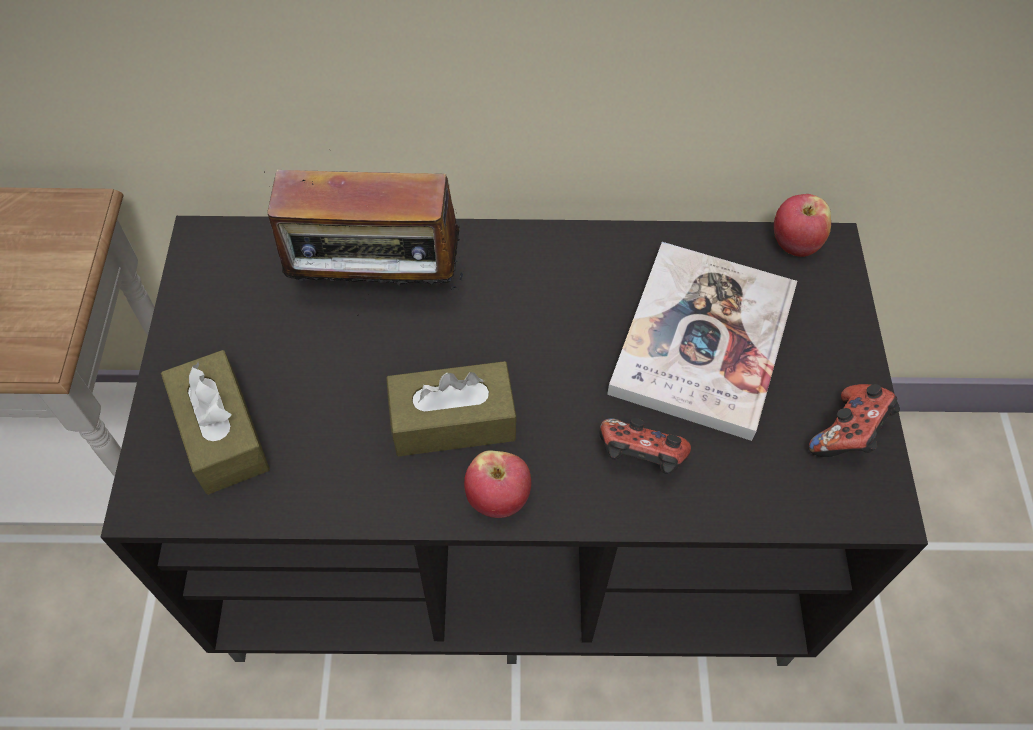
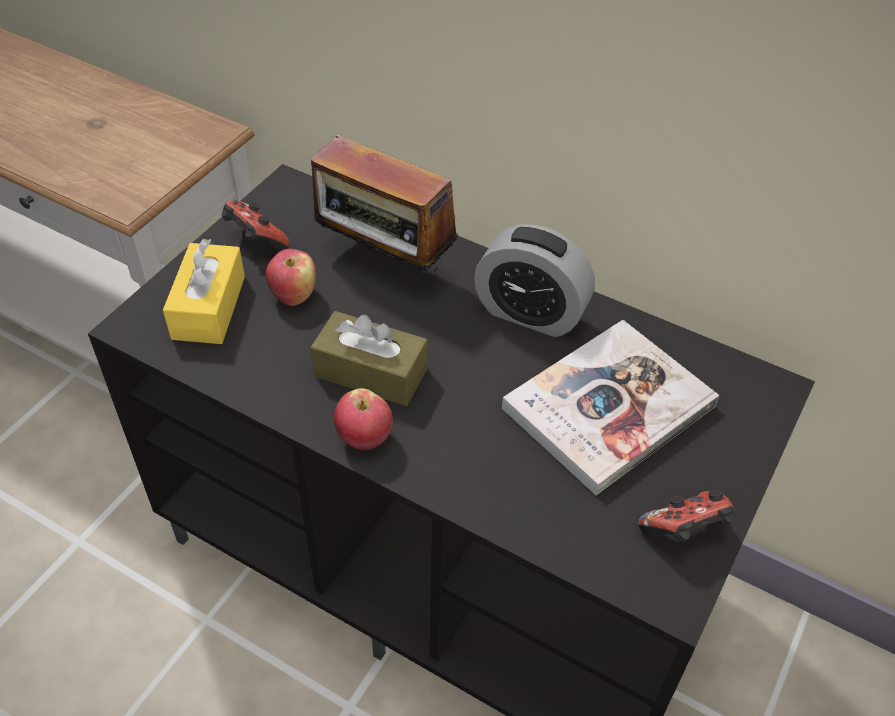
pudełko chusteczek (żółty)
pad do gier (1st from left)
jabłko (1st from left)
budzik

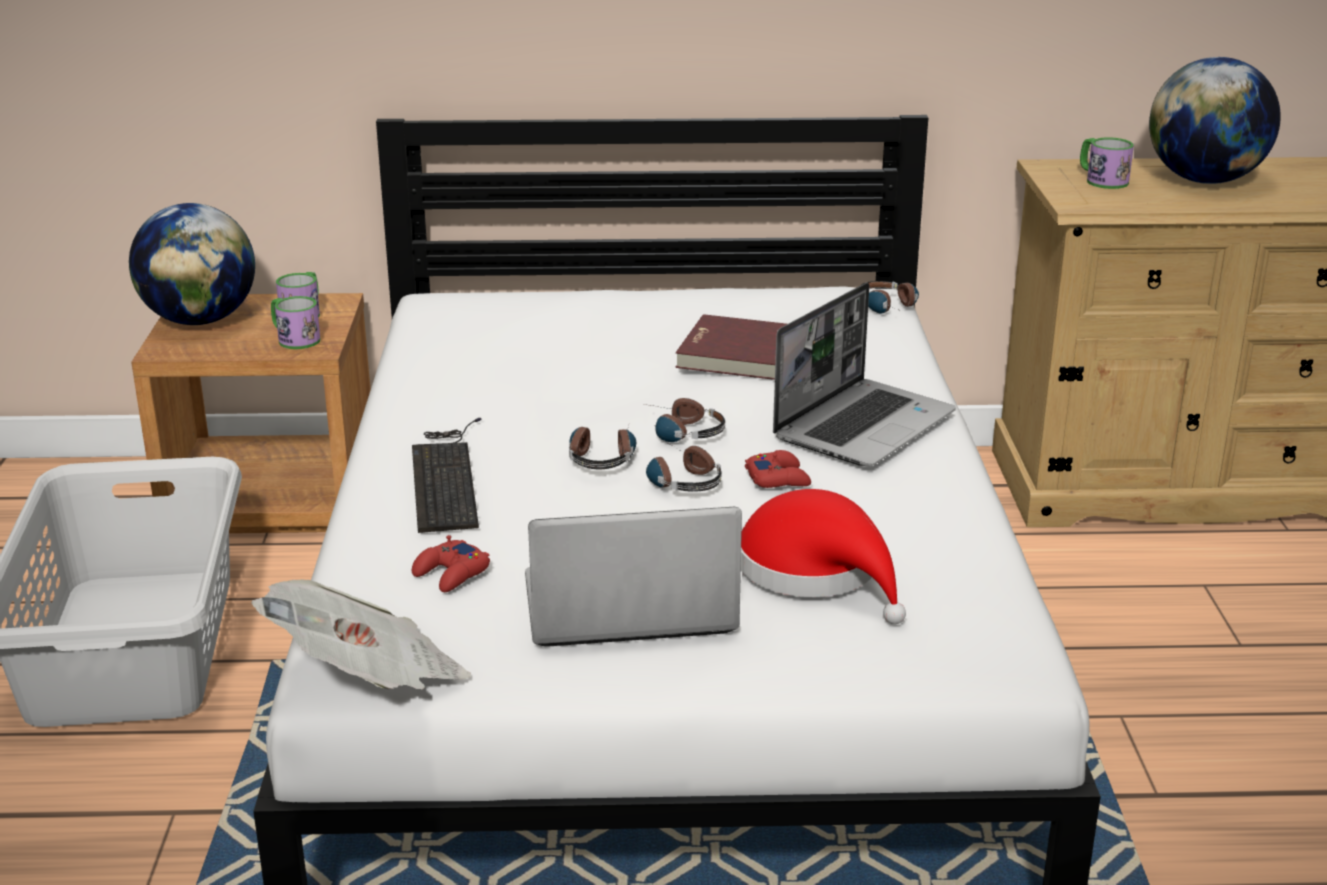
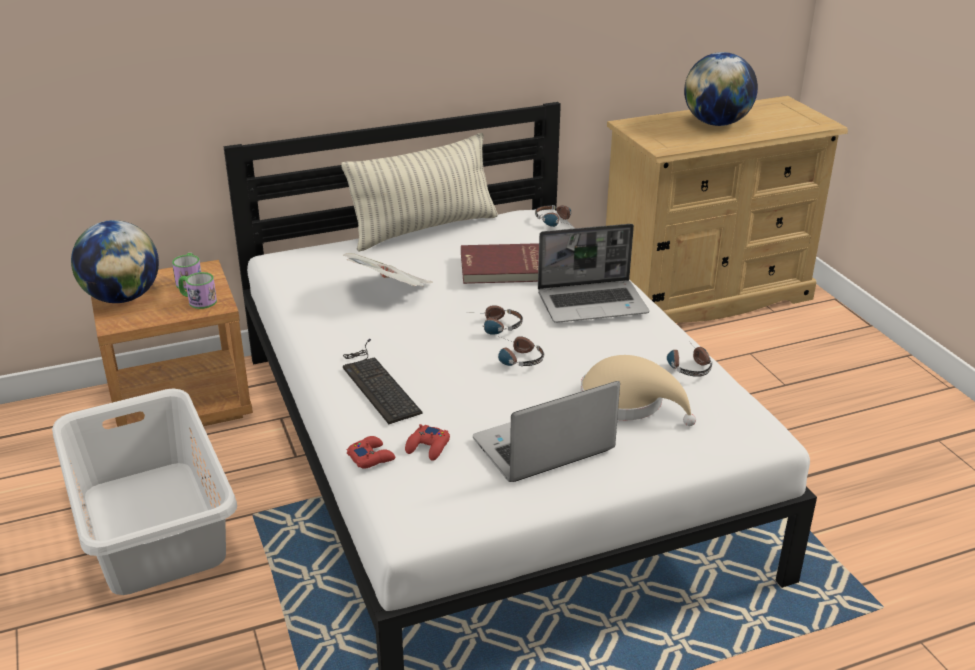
gazeta
słuchawki (4th from left)
kapelusz (beżowy)
pad do gier (czerwony) (1st from left)
laptop (2nd from left)
kubek (3rd from left in the first image)
poduszka

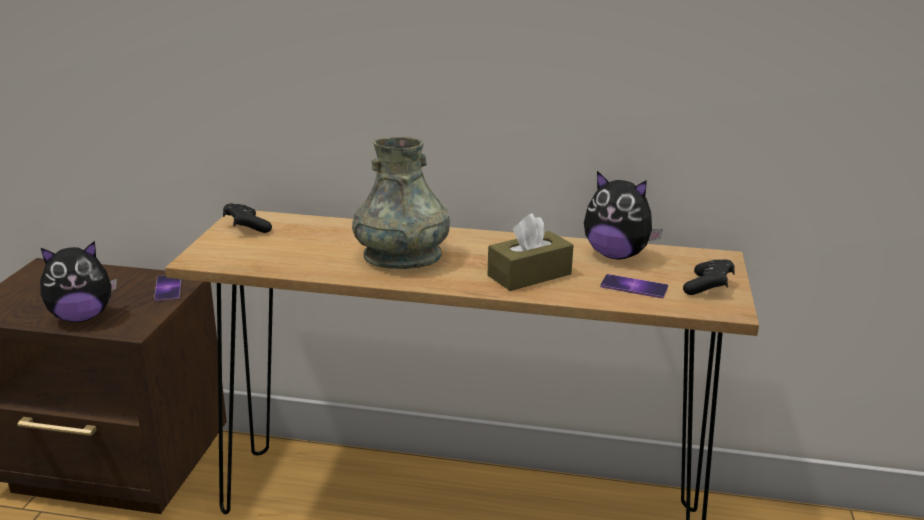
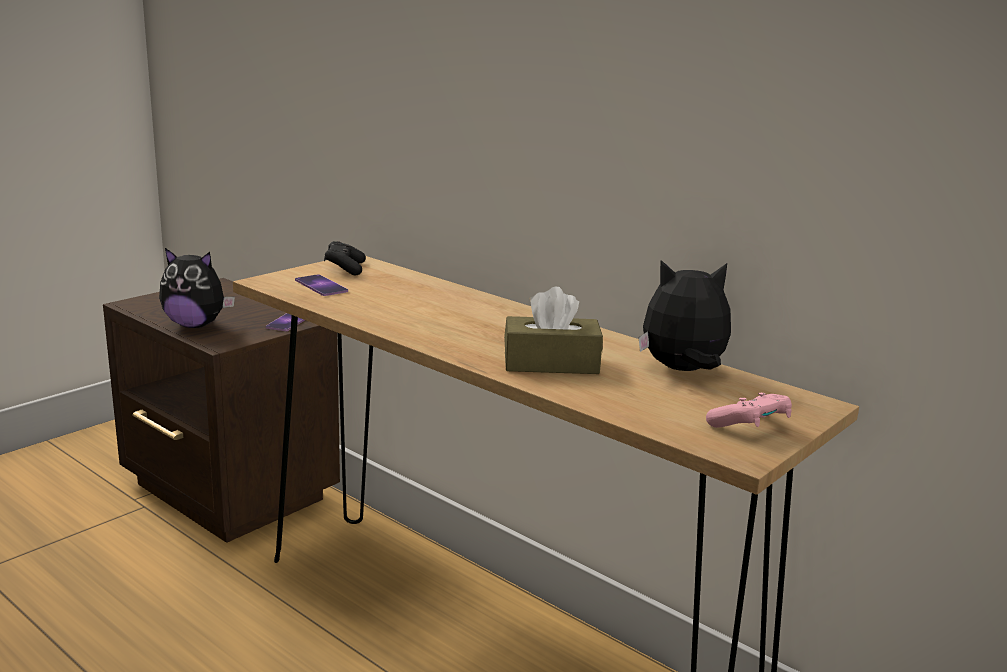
wazon (szary)
pluszak (2nd from left)
telefon (2nd from left)
pad do gier (różowy)

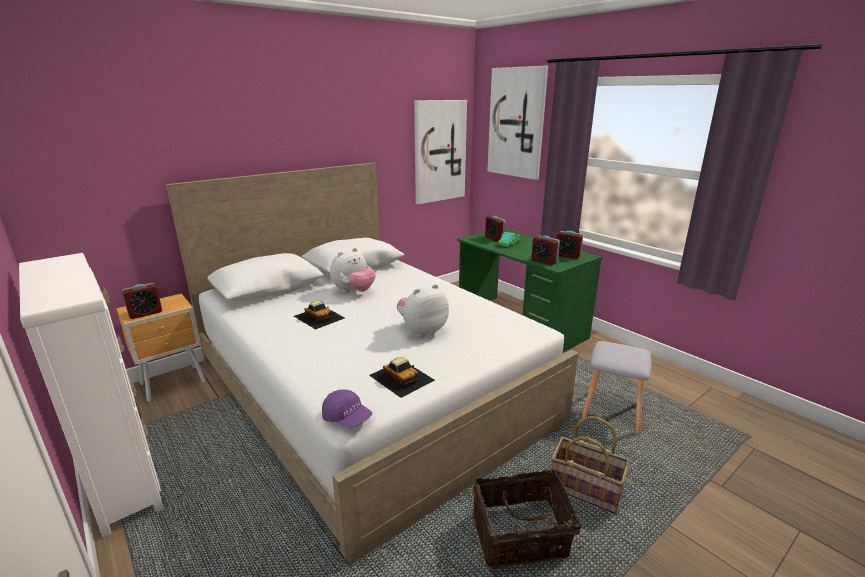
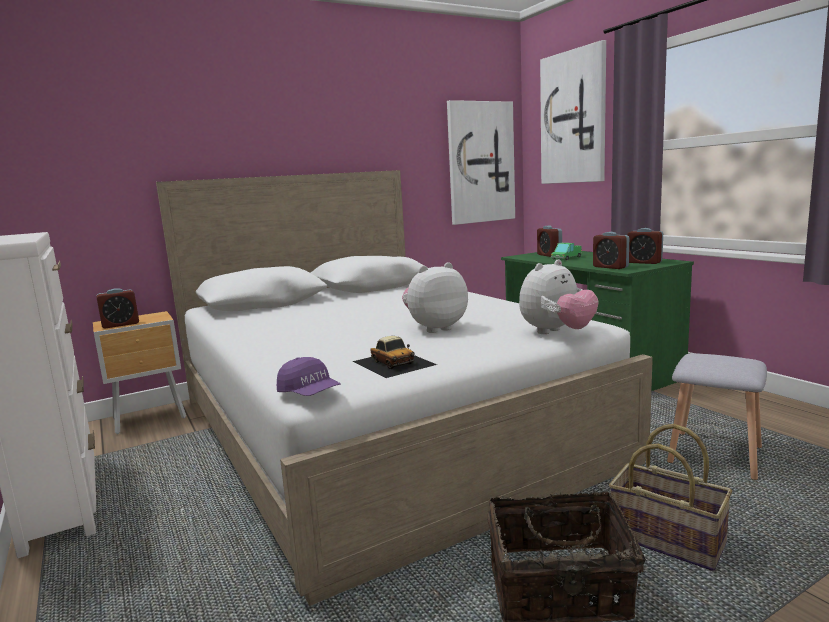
samochodzik (1st from left in the first image)
pluszak (2nd from left)

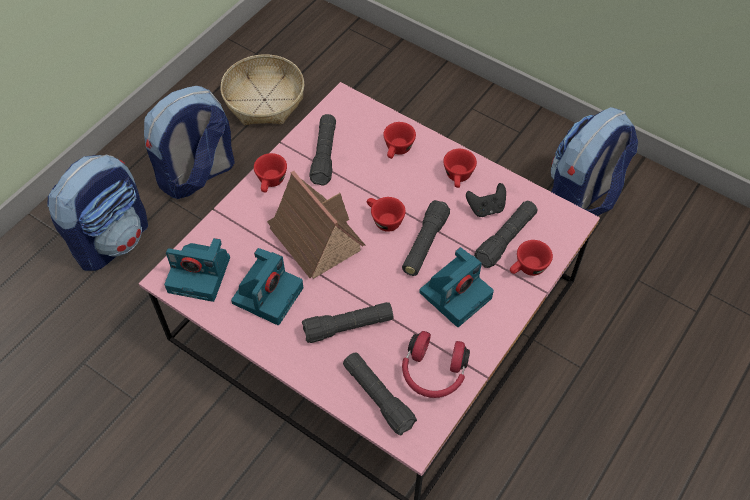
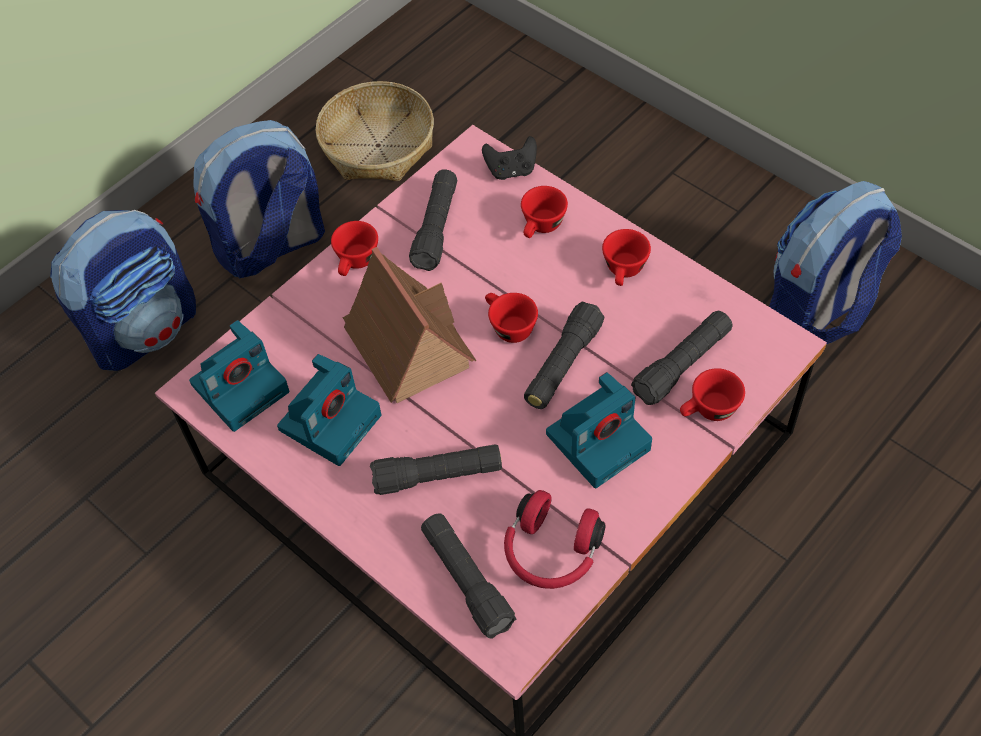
aparat fotograficzny (1st from left)
pad do gier (czarny)

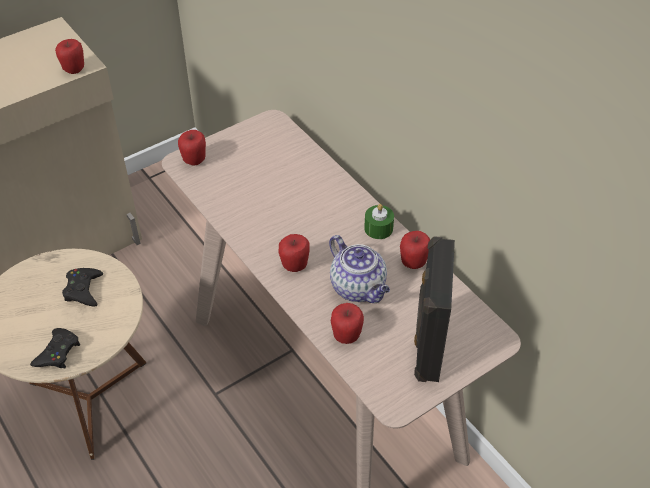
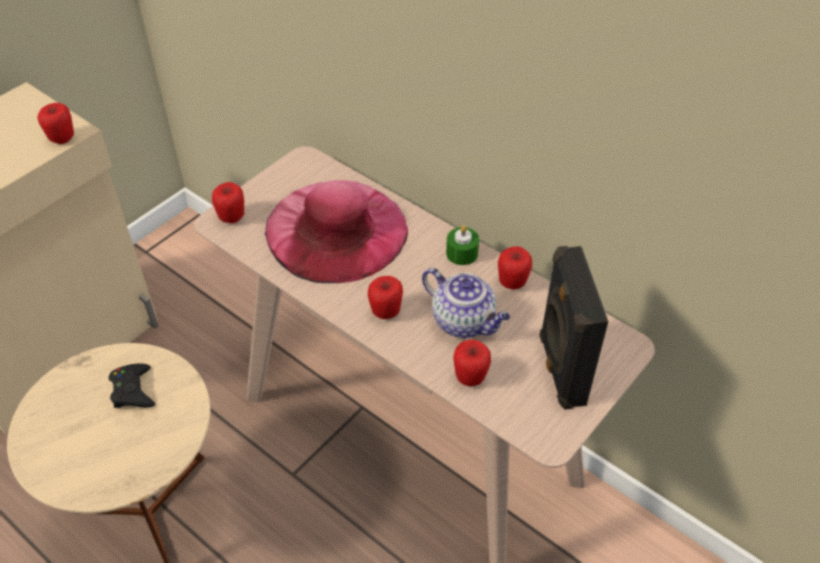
pad do gier (czarny) (1st from left in the first image)
kapelusz (różowy)

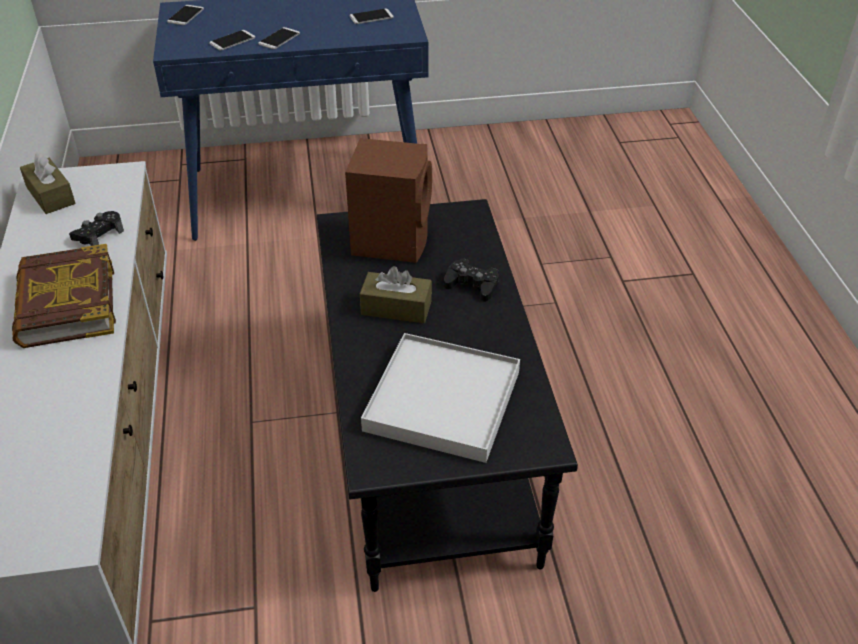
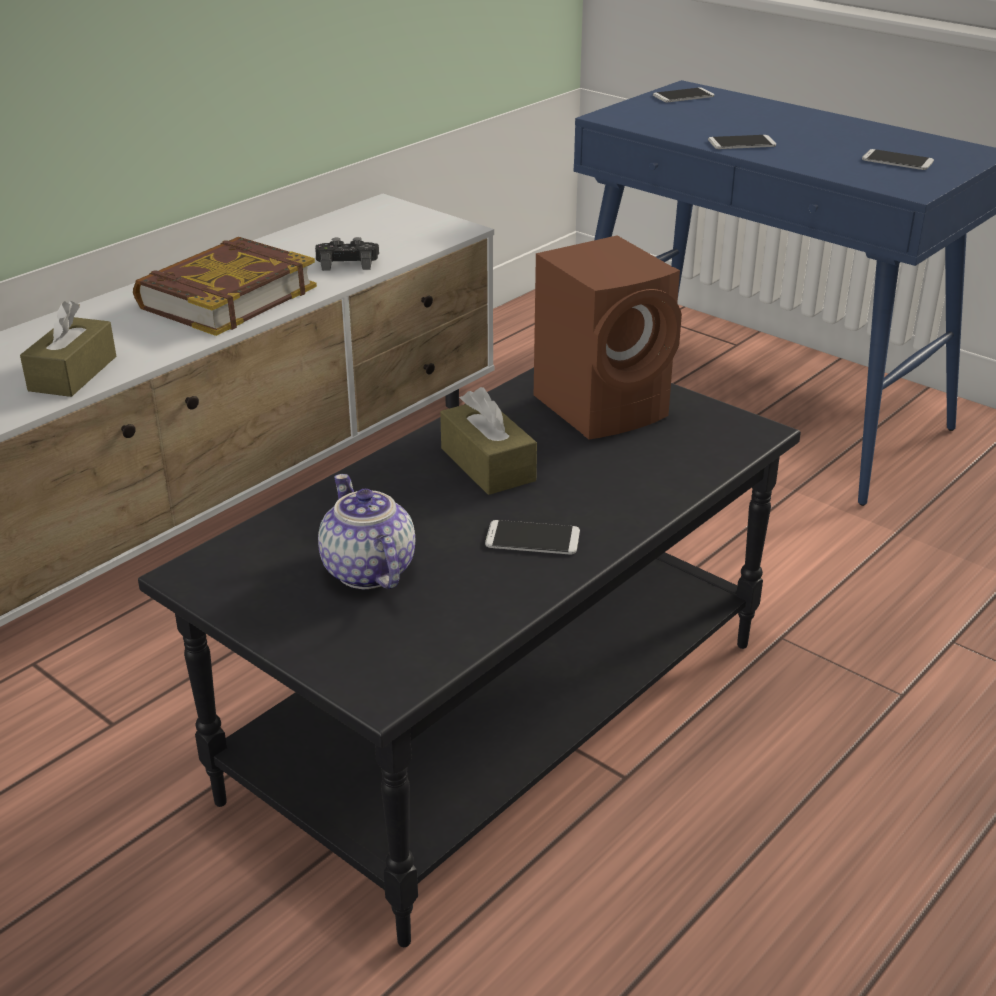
pudełko chusteczek (brązowy) (1st from left)
telefon (1st from left)
imbryk
pad do gier (czarny) (2nd from left in the first image)

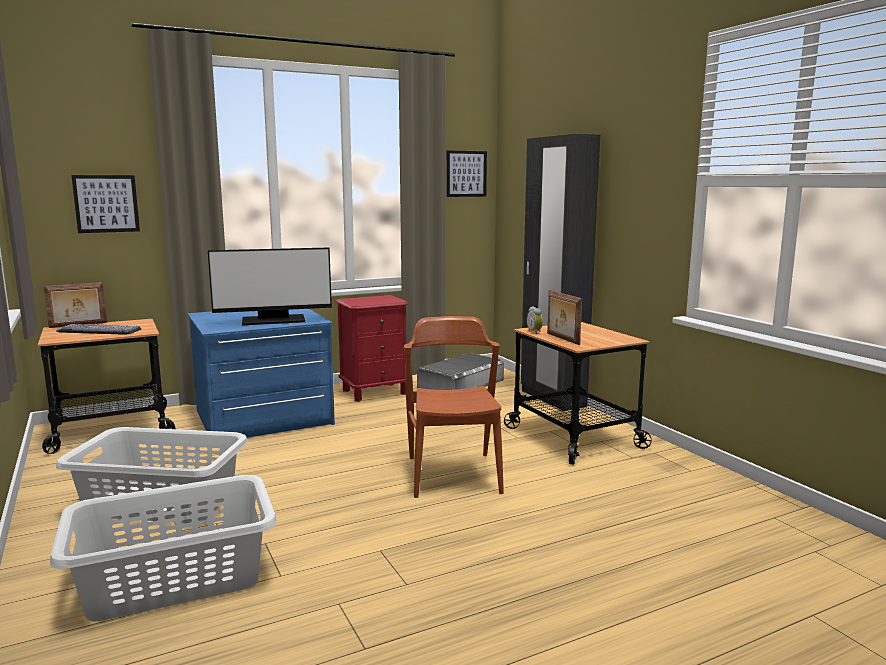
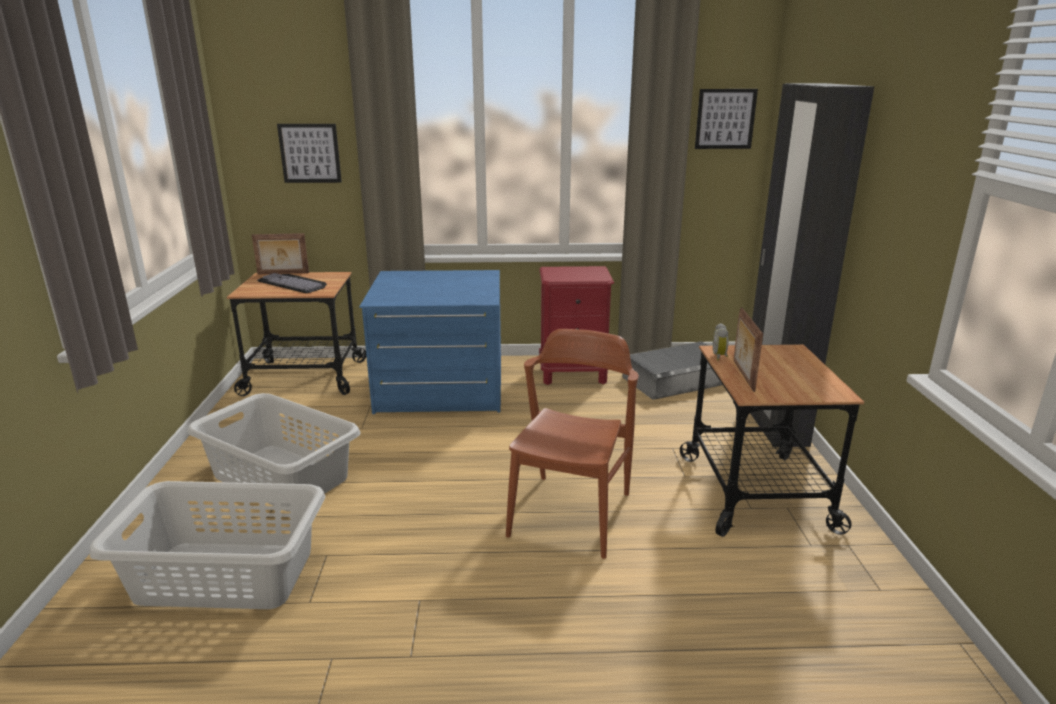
monitor

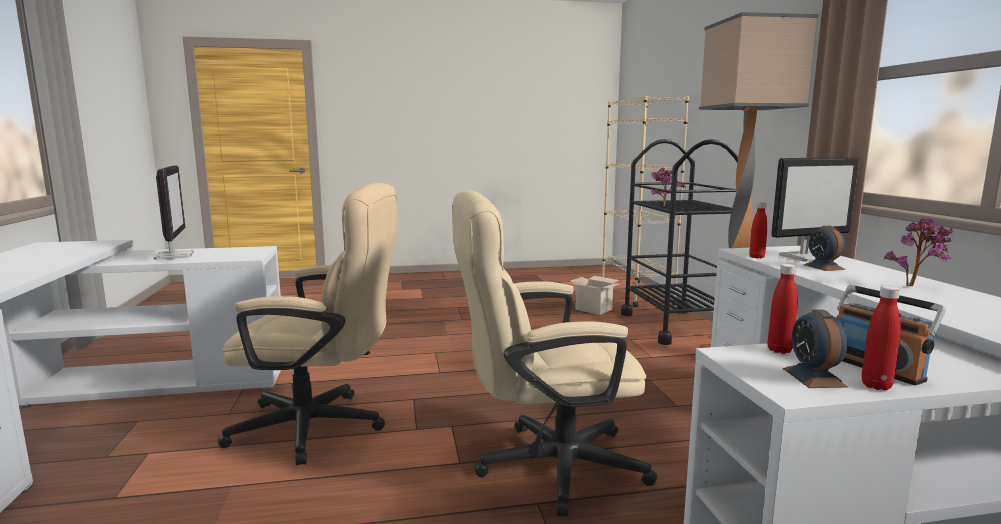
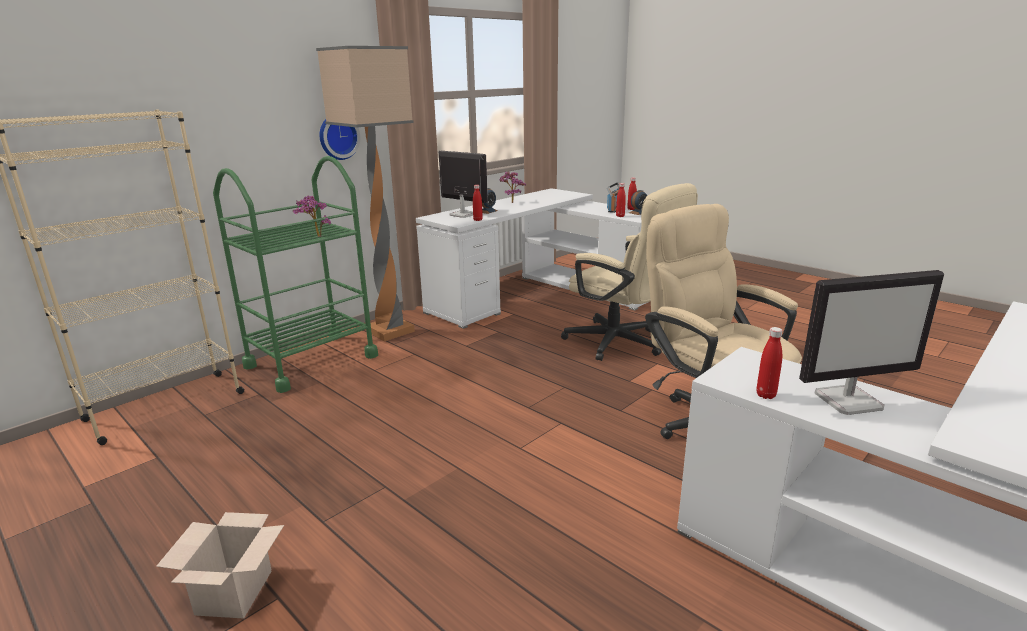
monitor (2nd from left)
karton
wózek (zielony)
zegar ścienny
butelka (czerwony) (4th from left)

